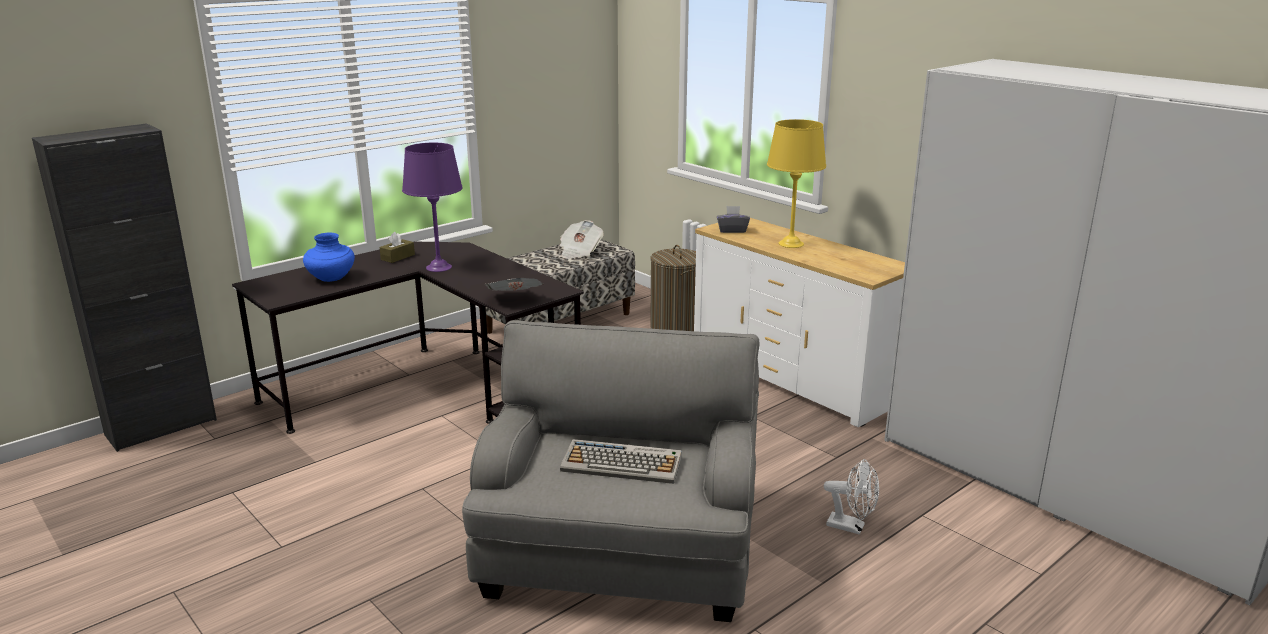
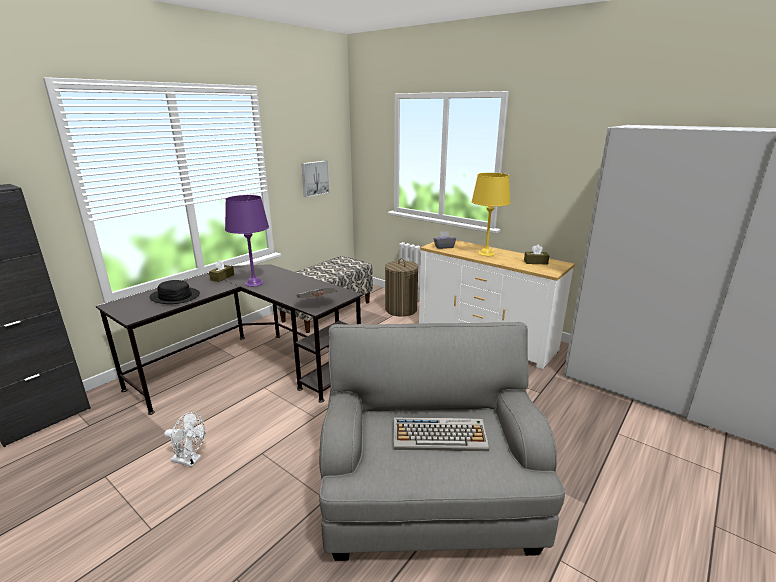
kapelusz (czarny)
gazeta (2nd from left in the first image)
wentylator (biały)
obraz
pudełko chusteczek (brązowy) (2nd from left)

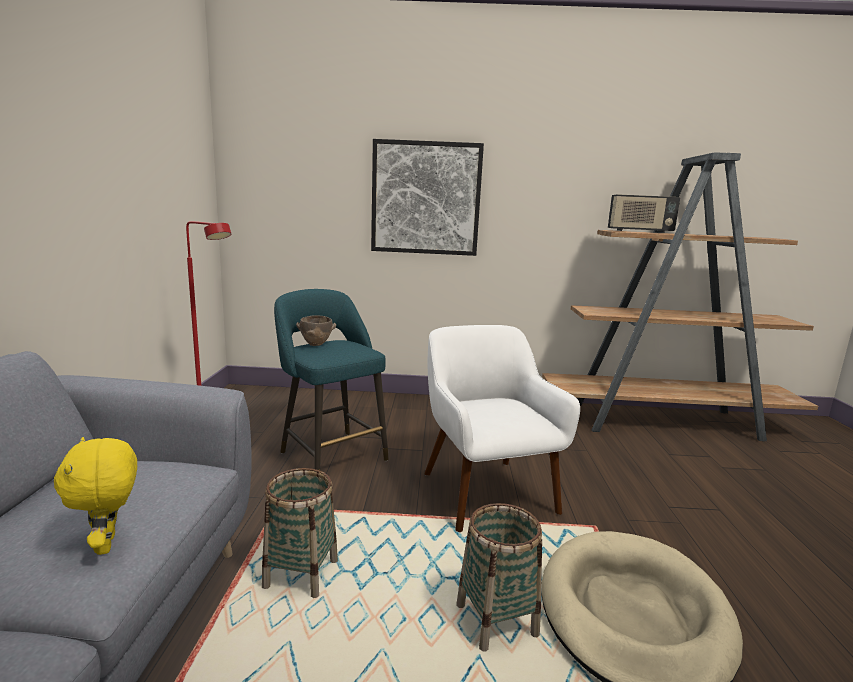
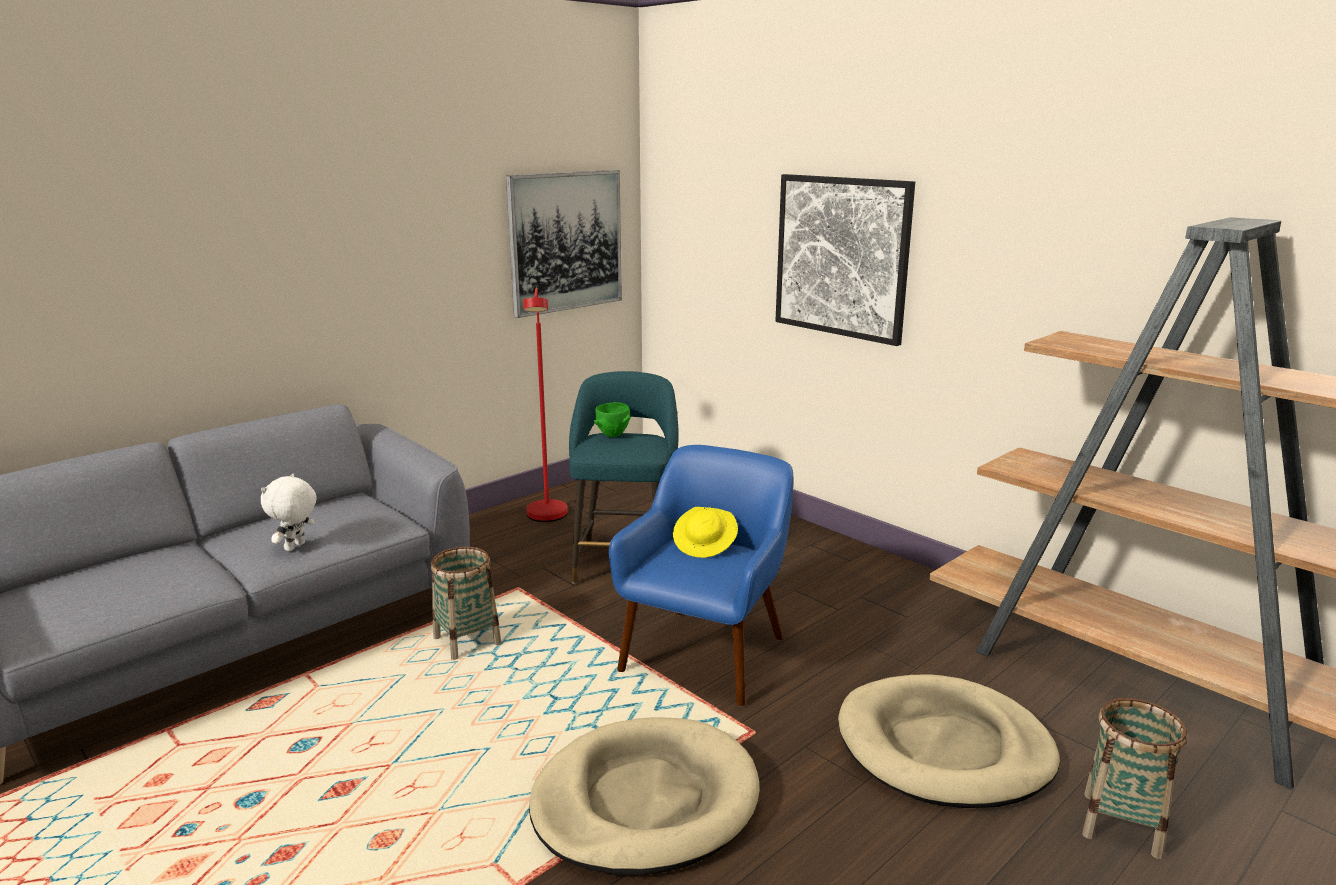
pluszak (biały)
miska (zielony)
fotel (niebieski)
koszyk (2nd from left)
radio
obraz (1st from left)
kapelusz (żółty)
legowisko (beżowy) (2nd from left)

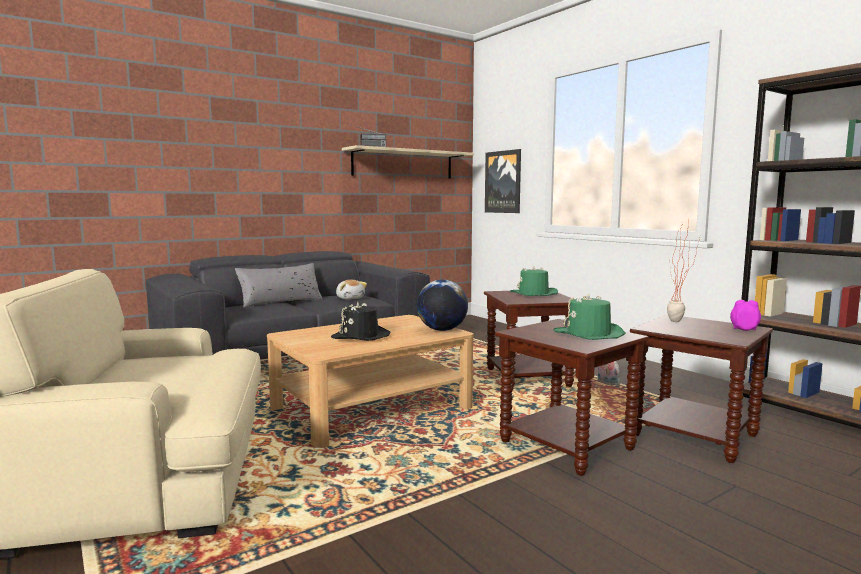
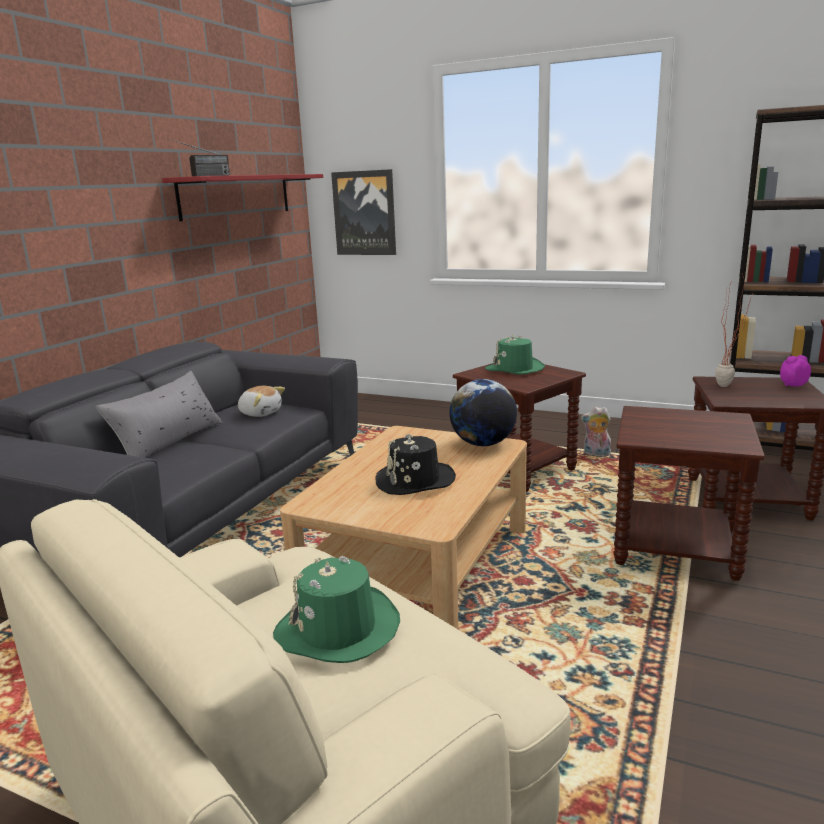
półka (czerwony)
kapelusz (zielony) (1st from left)

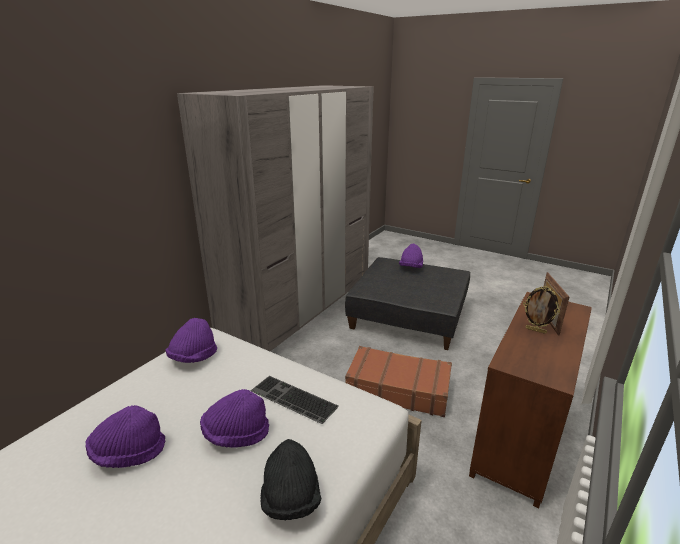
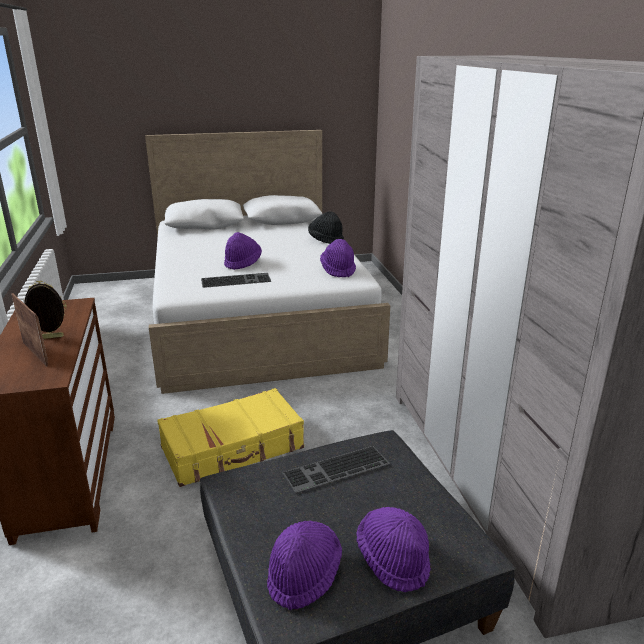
kapelusz (fioletowy) (2nd from left)
kapelusz (czarny)
walizka (żółty)
klawiatura (2nd from left)

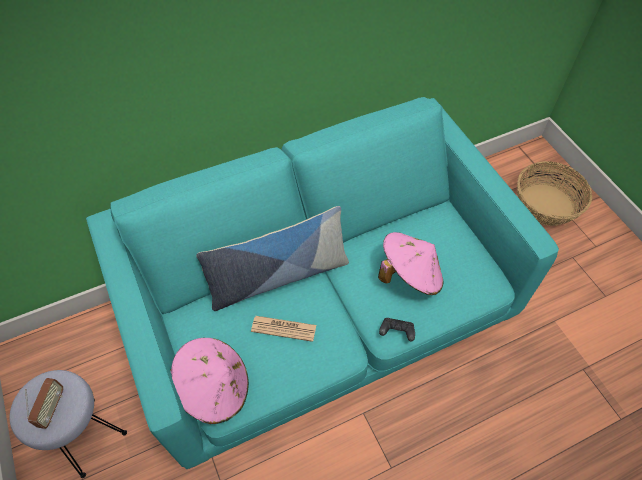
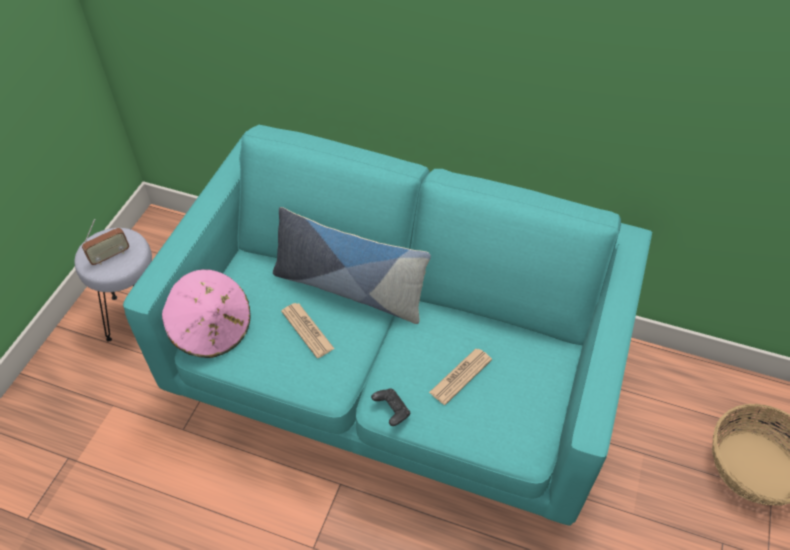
gazeta (2nd from left)

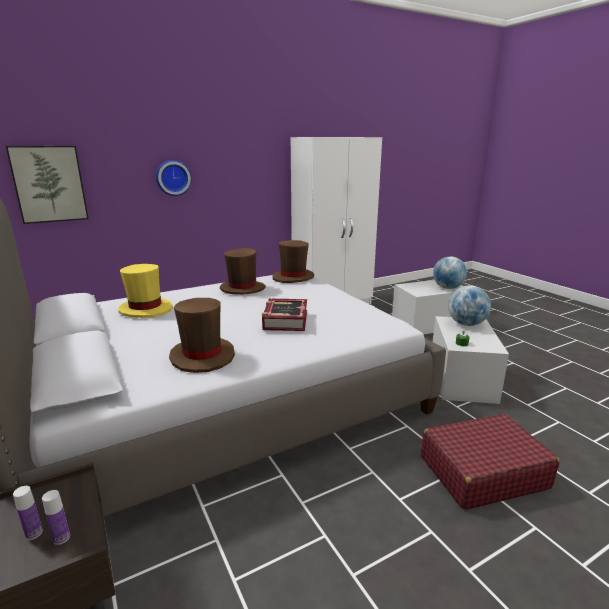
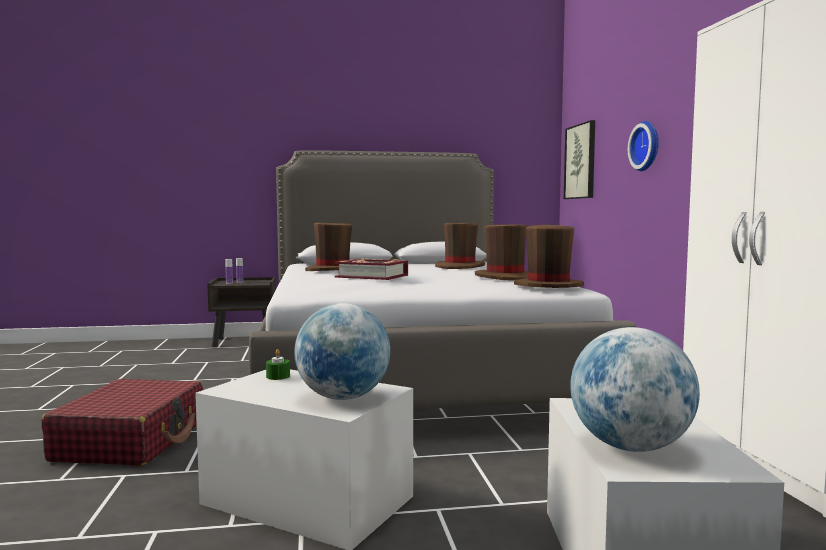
kapelusz (brązowy) (2nd from left)

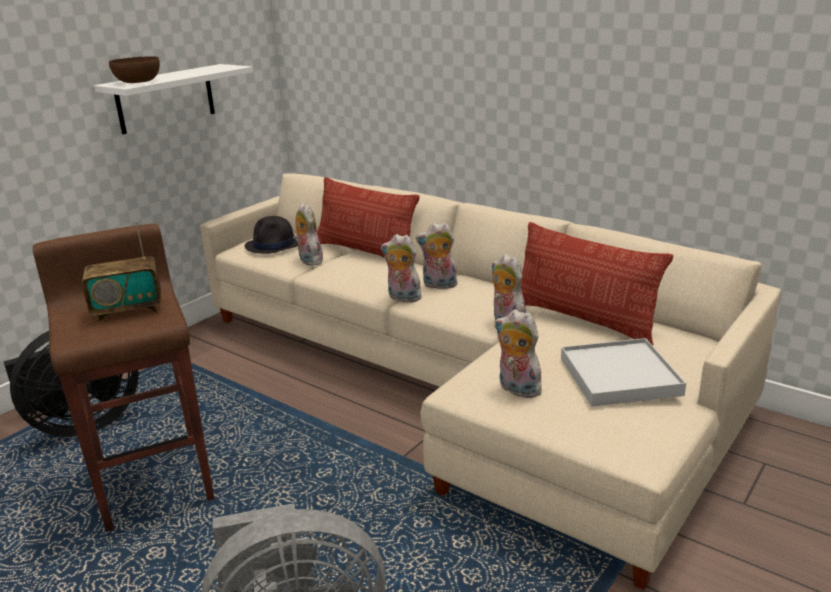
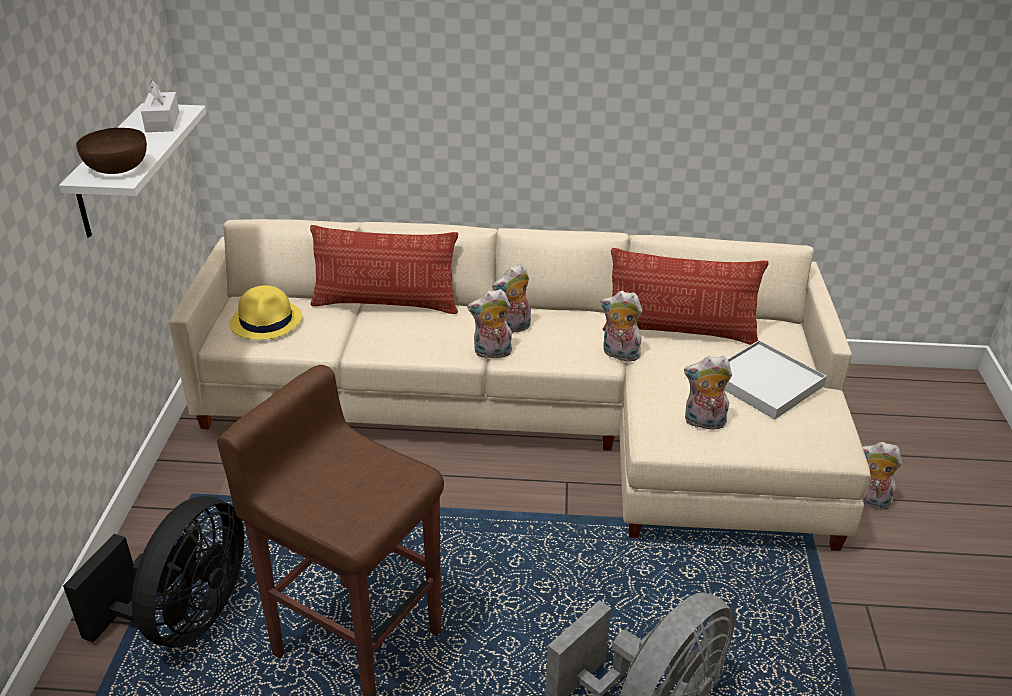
radio
kapelusz (żółty)
pluszak (5th from left)
pudełko chusteczek (biały)

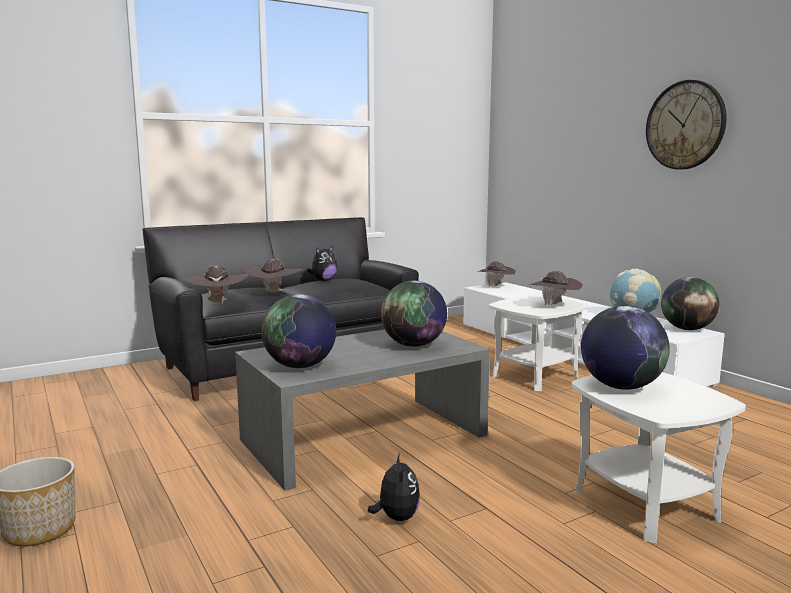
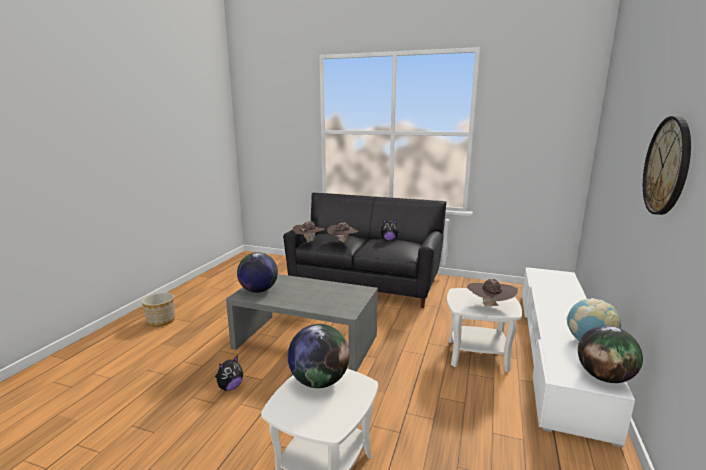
globus (2nd from left in the first image)
kapelusz (brązowy) (3rd from left in the first image)

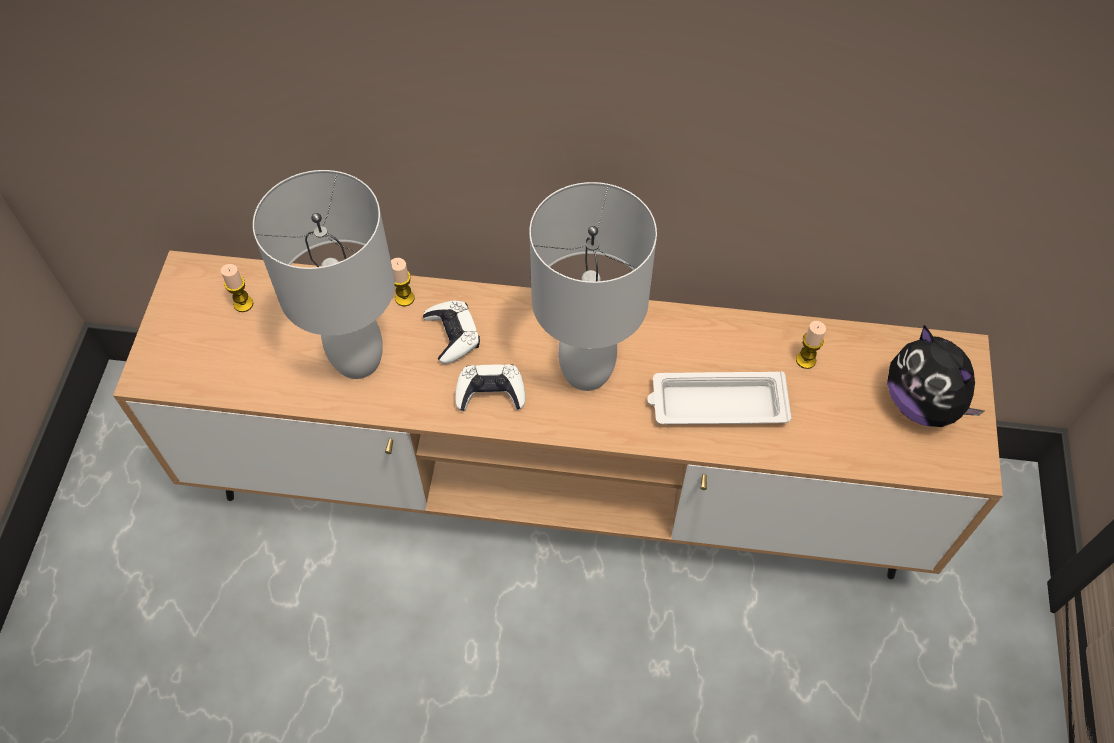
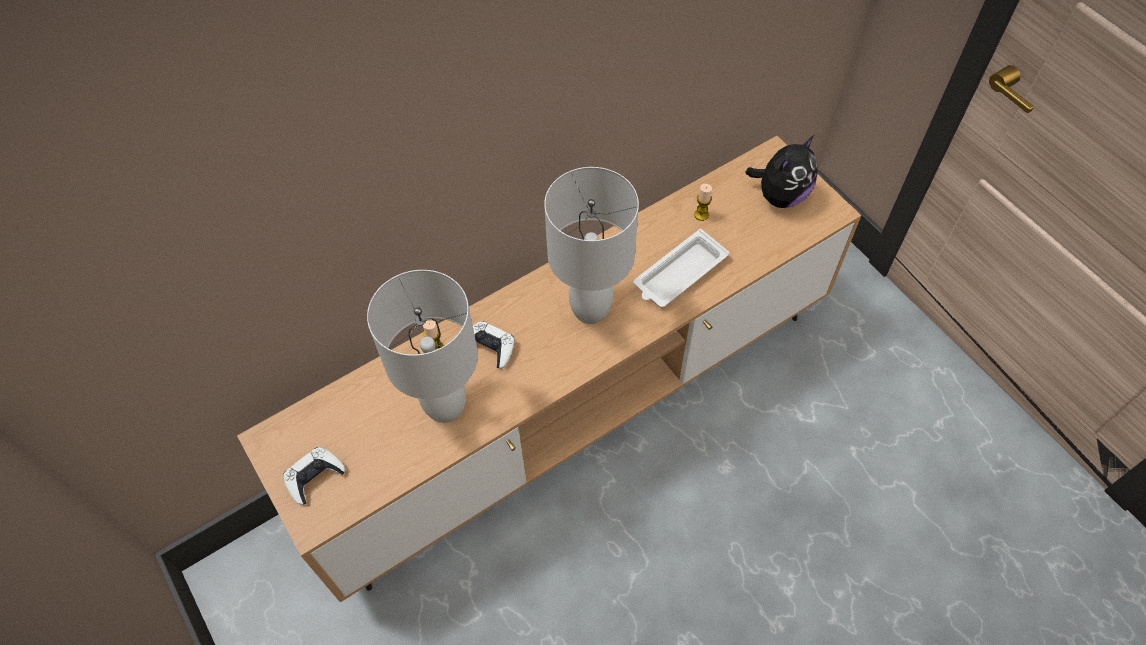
świeca (1st from left in the first image)
pad do gier (biały) (1st from left)
pluszak

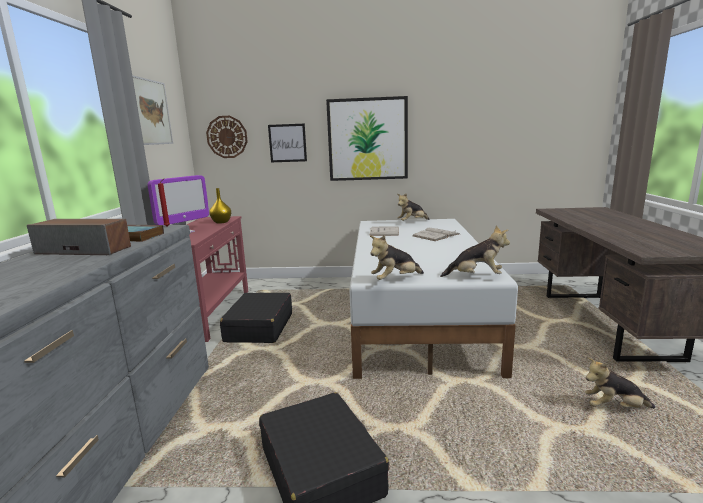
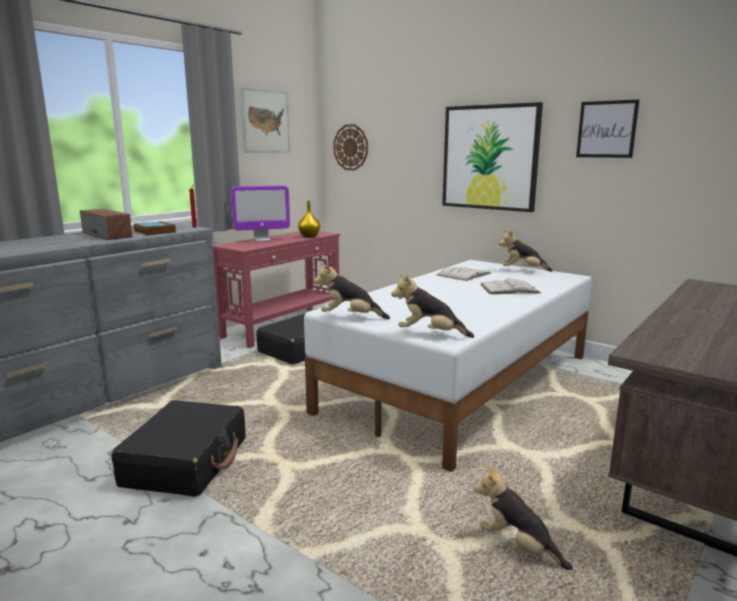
obraz (3rd from left)
pluszak (2nd from left)

